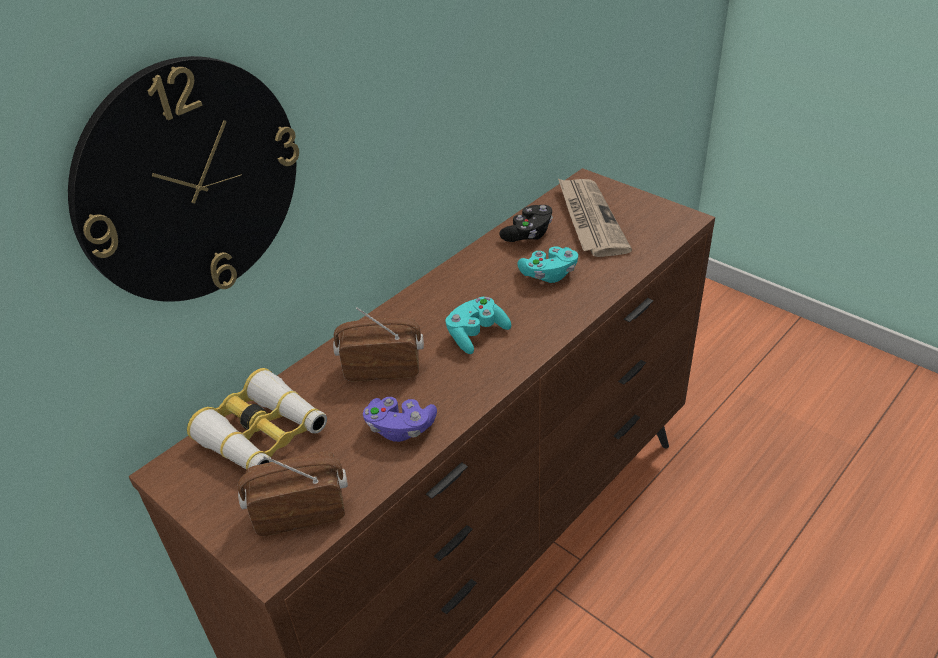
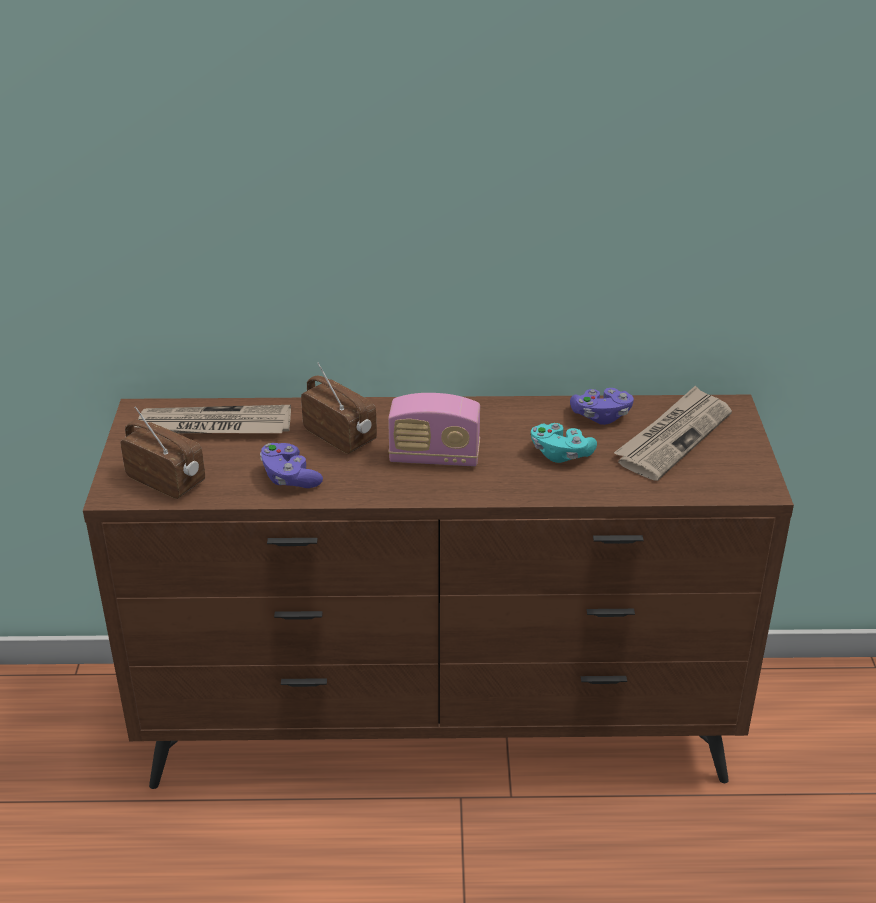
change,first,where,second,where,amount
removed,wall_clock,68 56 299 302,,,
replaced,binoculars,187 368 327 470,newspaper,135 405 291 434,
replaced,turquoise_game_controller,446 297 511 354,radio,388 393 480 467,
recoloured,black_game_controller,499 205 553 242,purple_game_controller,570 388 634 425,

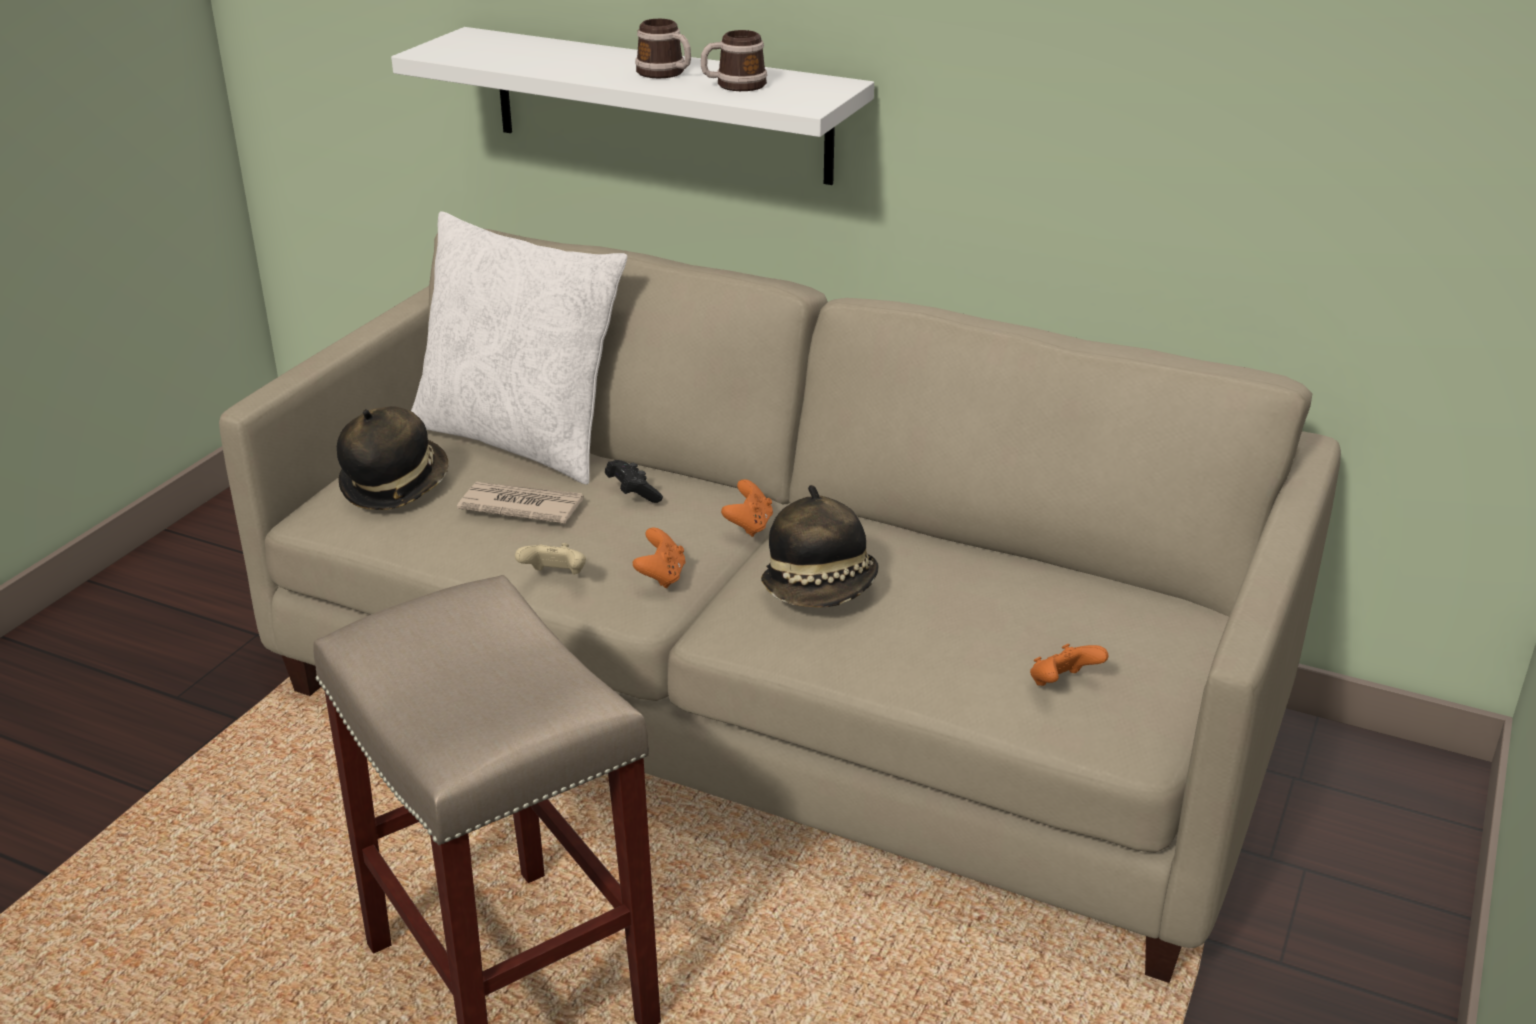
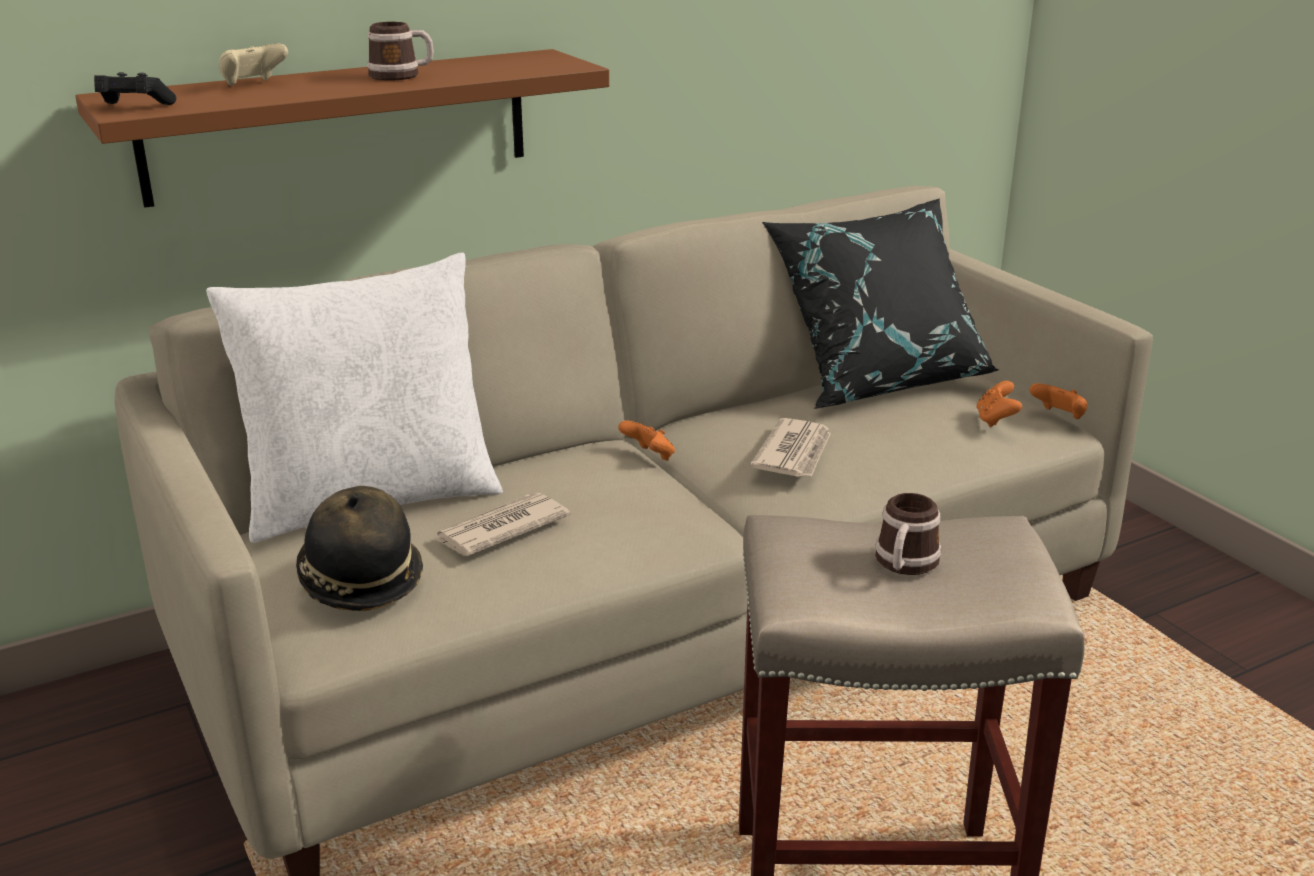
change,first,where,second,where,amount
recoloured,white_shelf,391 27 874 185,brown_shelf,75 49 609 208,
moved,beige_game_controller,515 543 586 574,,219 43 288 86,
moved,black_game_controller,605 460 663 503,,94 72 176 105,
moved,orange_game_controller,633 527 685 588,,1029 383 1088 419,
moved,mug,701 30 767 91,,875 493 941 575,
replaced,hat,761 485 879 607,newspaper,750 418 831 477,
added,,,black_pillow,762 198 999 409,

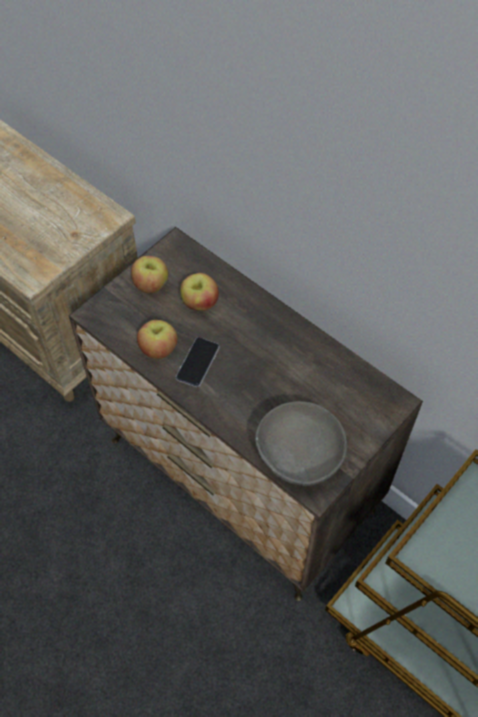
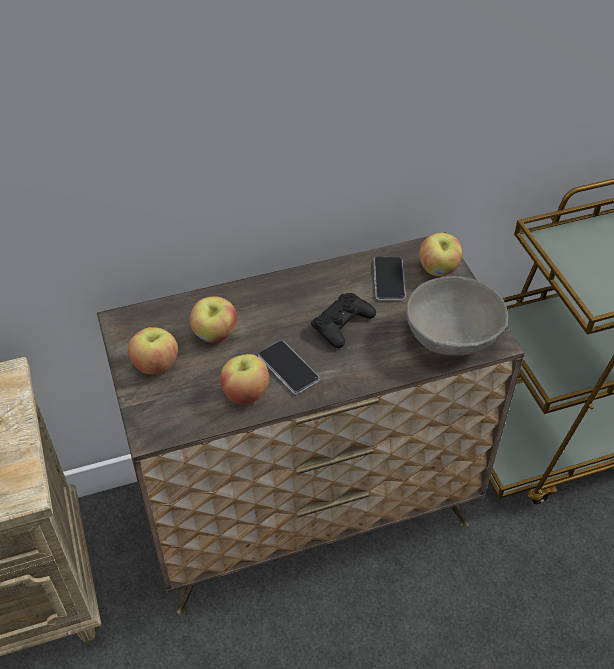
change,first,where,second,where,amount
added,,,black_game_controller,311 293 376 348,
added,,,phone,374 257 406 300,
added,,,apple,419 233 463 276,

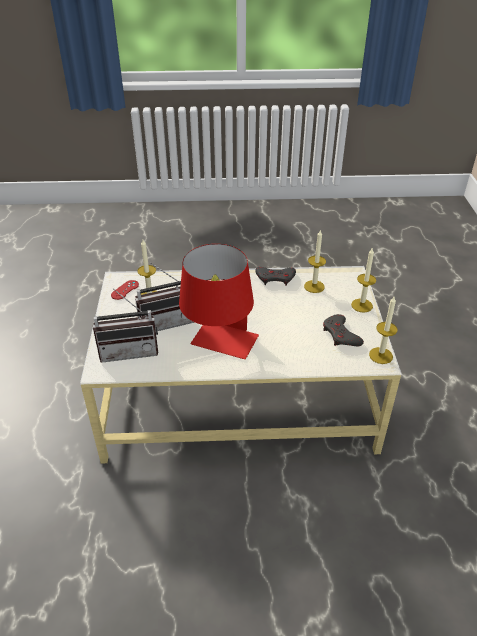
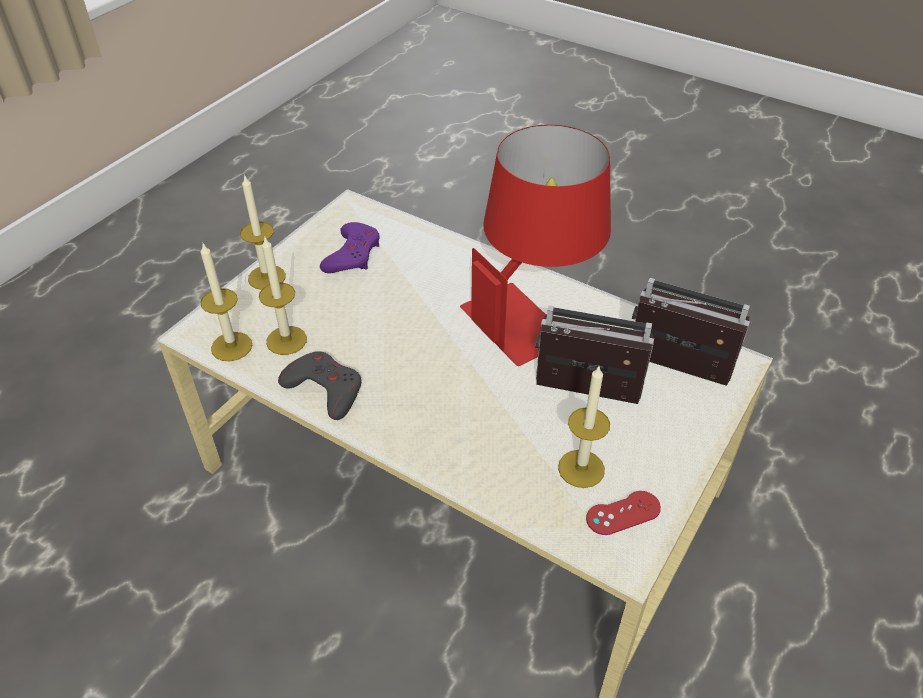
change,first,where,second,where,amount
recoloured,grey_game_controller,323 314 364 346,purple_game_controller,320 222 380 273,
moved,candle,369 297 398 364,,200 242 252 361,

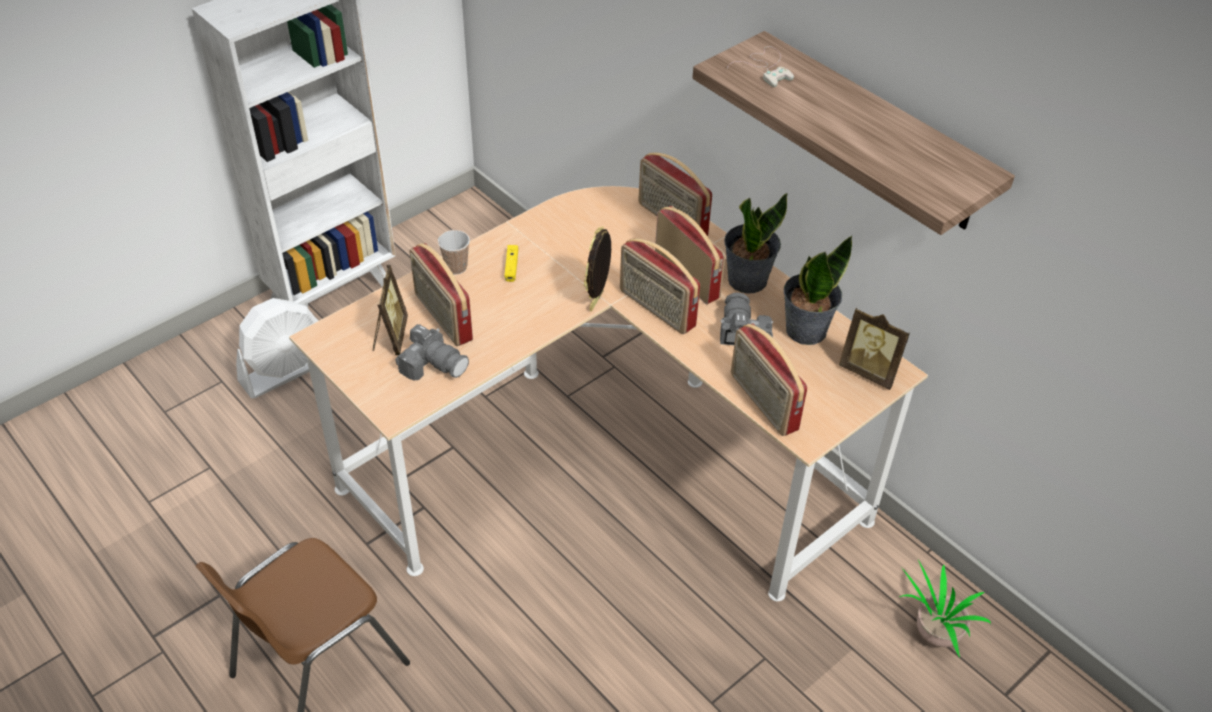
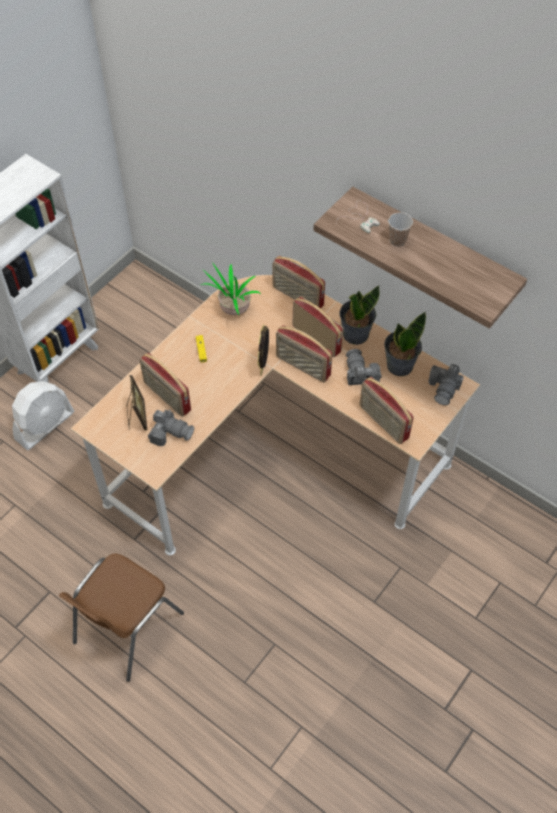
change,first,where,second,where,amount
moved,cup,438 230 470 274,,388 212 413 247,
replaced,picture_frame,839 308 910 390,photo_camera,428 364 464 405,
moved,potted_plant,900 560 991 657,,201 262 261 315,

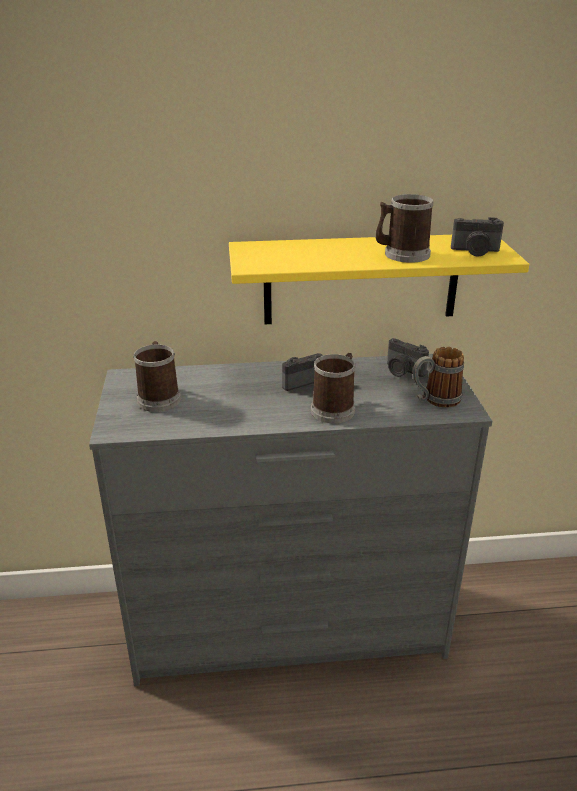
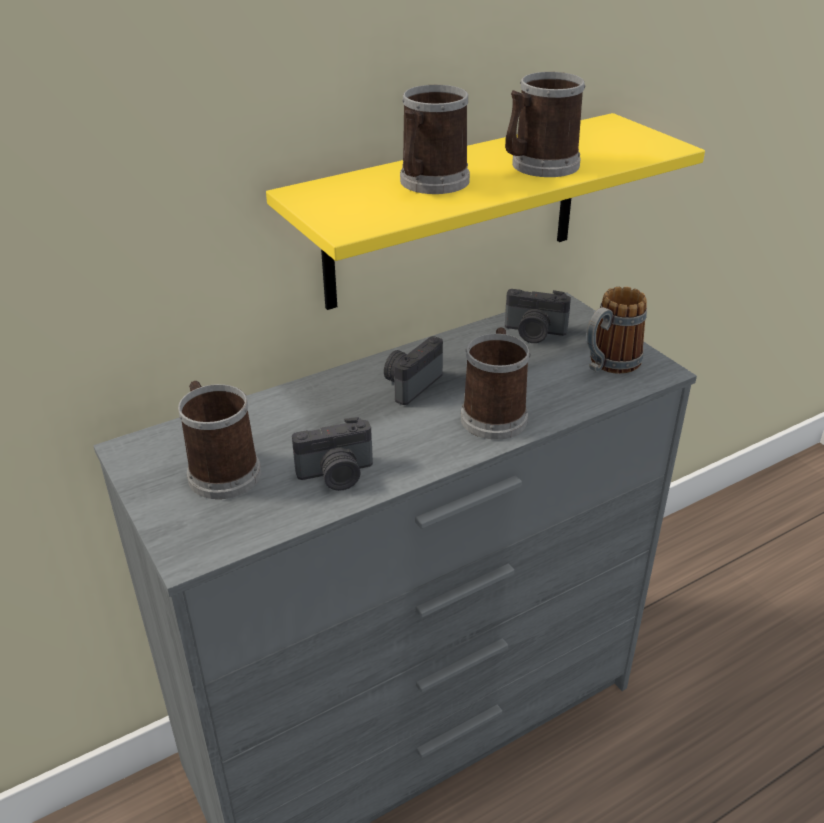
change,first,where,second,where,amount
moved,photo_camera,451 217 504 257,,292 417 373 491,
added,,,mug,400 85 470 194,

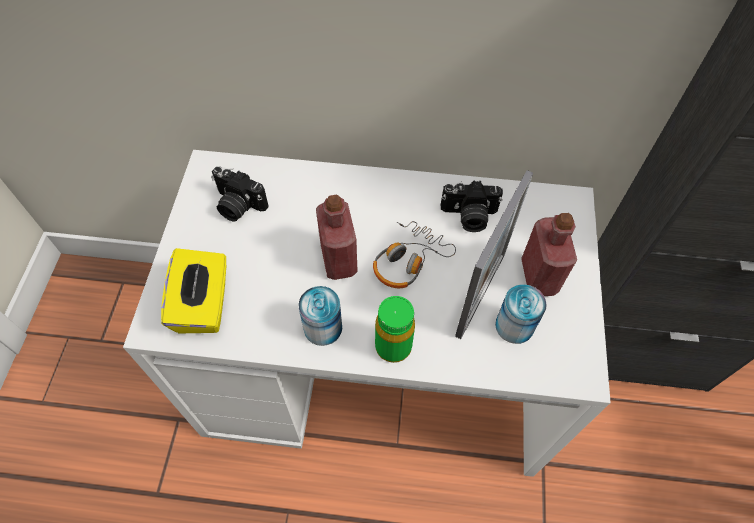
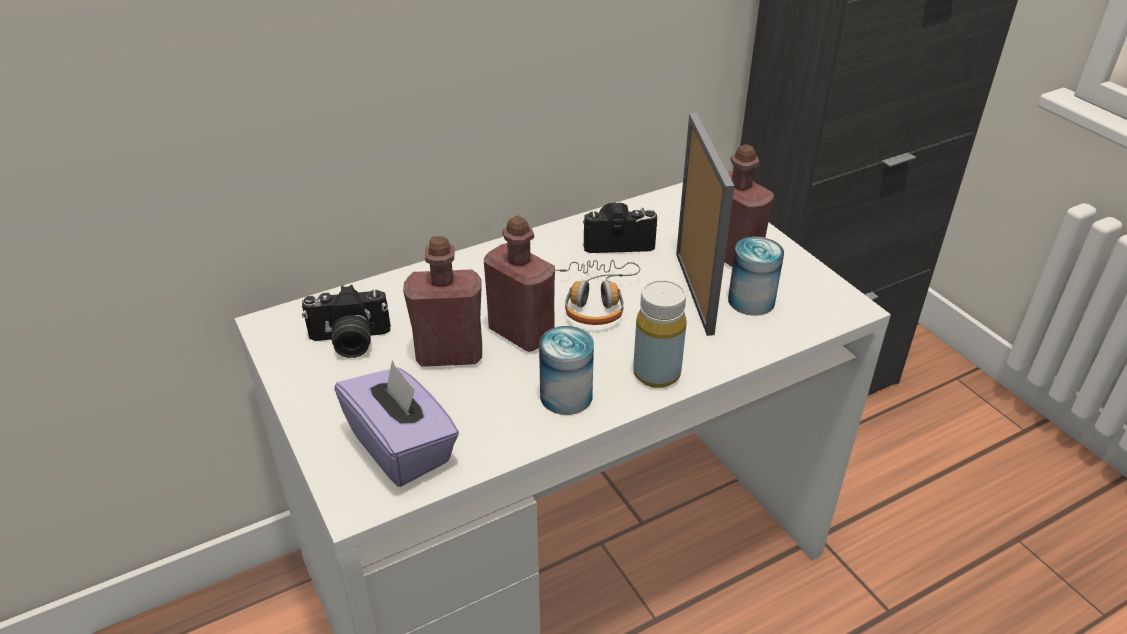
change,first,where,second,where,amount
recoloured,yellow_tissue_box,161 248 226 334,purple_tissue_box,334 360 459 487,
recoloured,green_bottle,375 296 415 363,yellow_bottle,633 280 687 388,
turned,photo_camera,440 180 503 232,,583 203 657 253,150 degrees counterclockwise
added,,,red_bottle,403 236 482 367,

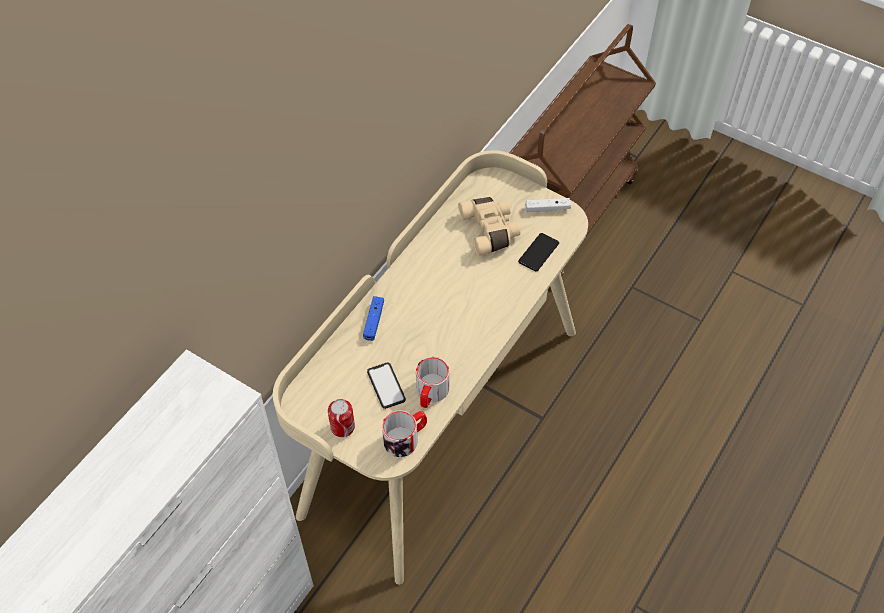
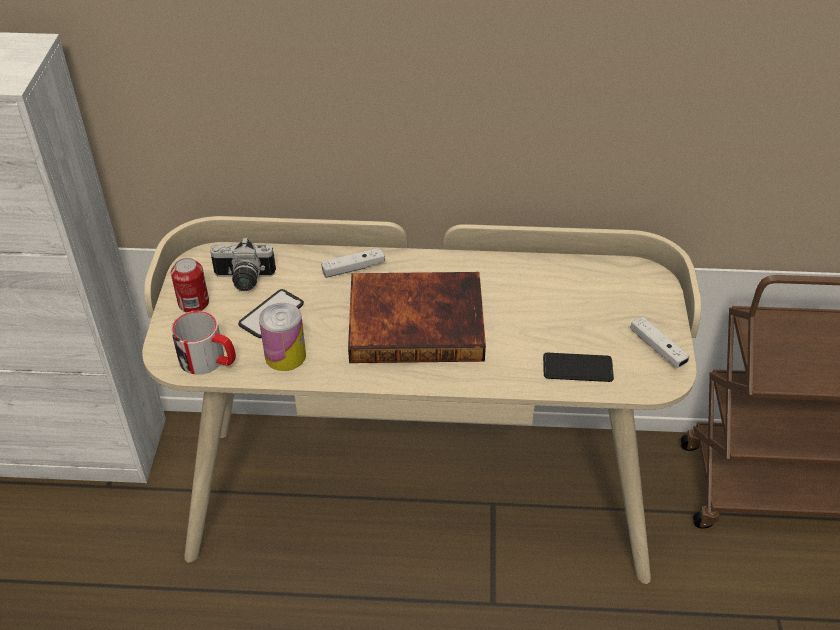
change,first,where,second,where,amount
recoloured,blue_game_controller,363 296 384 341,white_game_controller,321 248 385 278,
replaced,mug,416 357 450 408,can,259 303 306 371,
removed,beige_binoculars,458 197 520 256,,,
added,,,photo_camera,210 237 276 291,
added,,,book,348 272 486 363,

